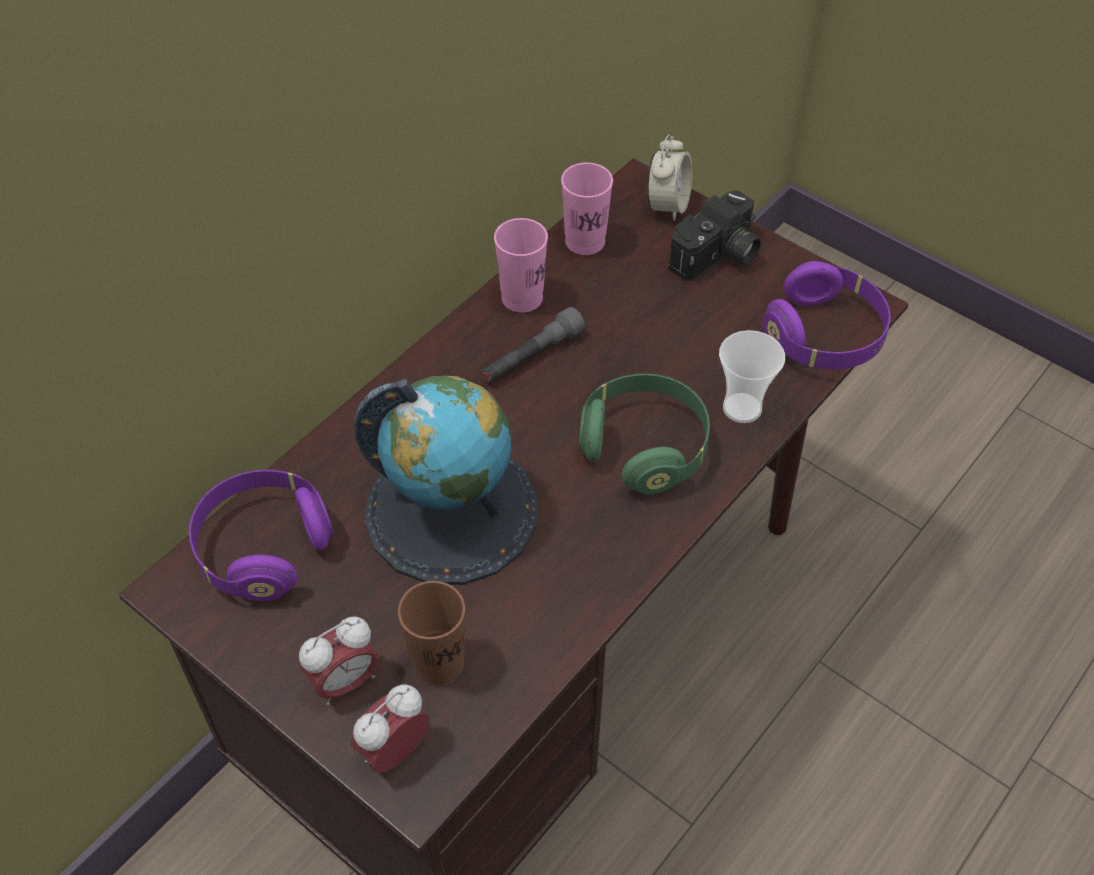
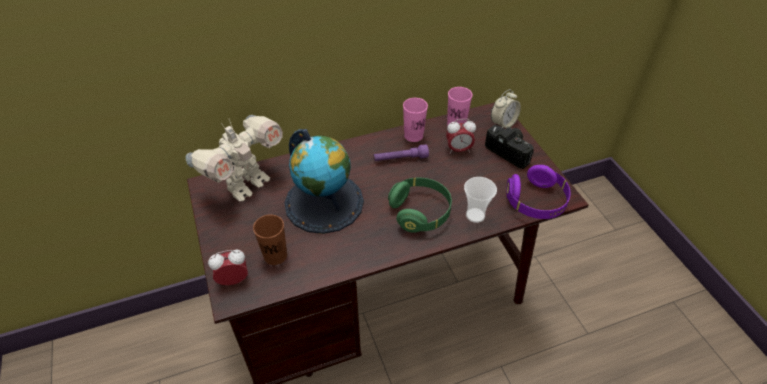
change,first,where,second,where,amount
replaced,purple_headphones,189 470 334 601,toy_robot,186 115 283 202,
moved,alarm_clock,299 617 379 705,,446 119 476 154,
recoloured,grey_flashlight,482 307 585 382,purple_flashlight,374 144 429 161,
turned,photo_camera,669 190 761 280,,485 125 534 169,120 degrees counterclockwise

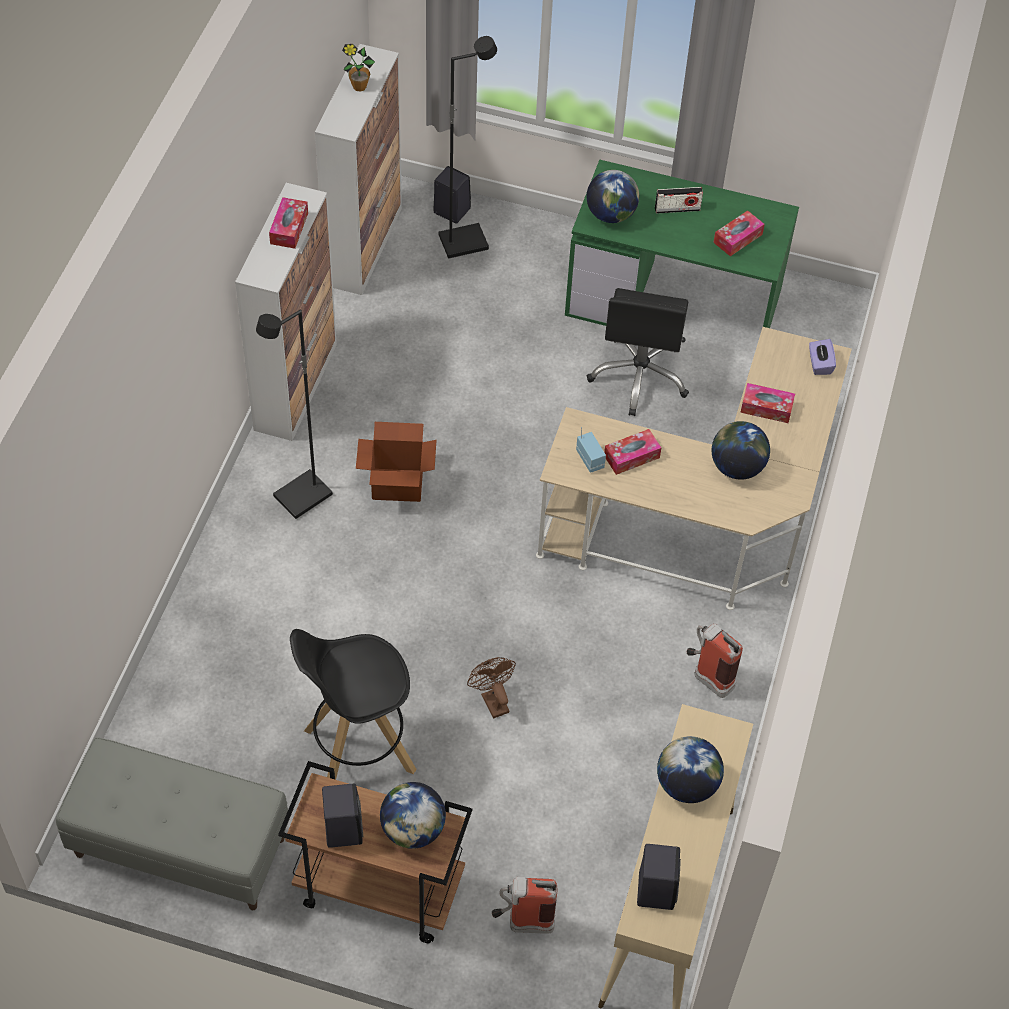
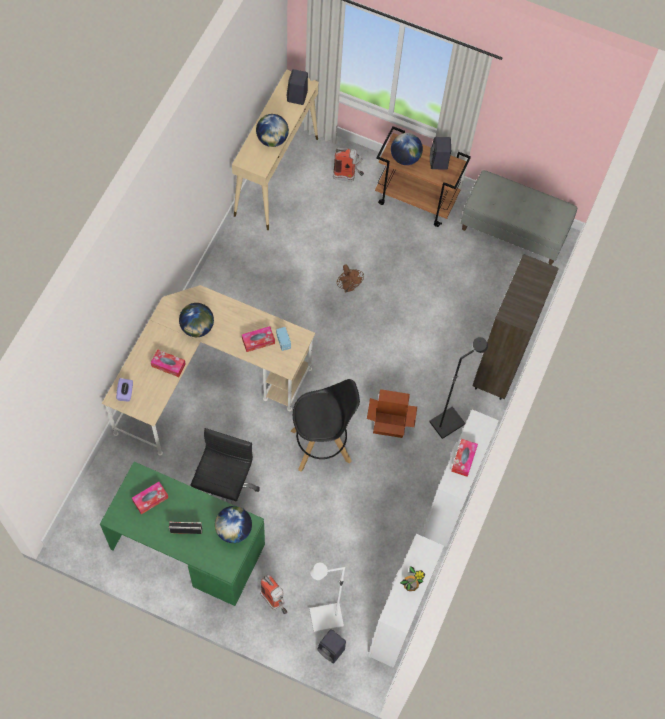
change,first,where,second,where,amount
moved,black_stool,290 629 417 780,,291 379 360 472,
recoloured,black_floor_lamp,439 36 497 258,white_floor_lamp,309 563 345 632,
moved,fire_extinguisher,687 624 743 698,,260 575 287 614,
added,,,brown_bookcase,472 254 559 400,

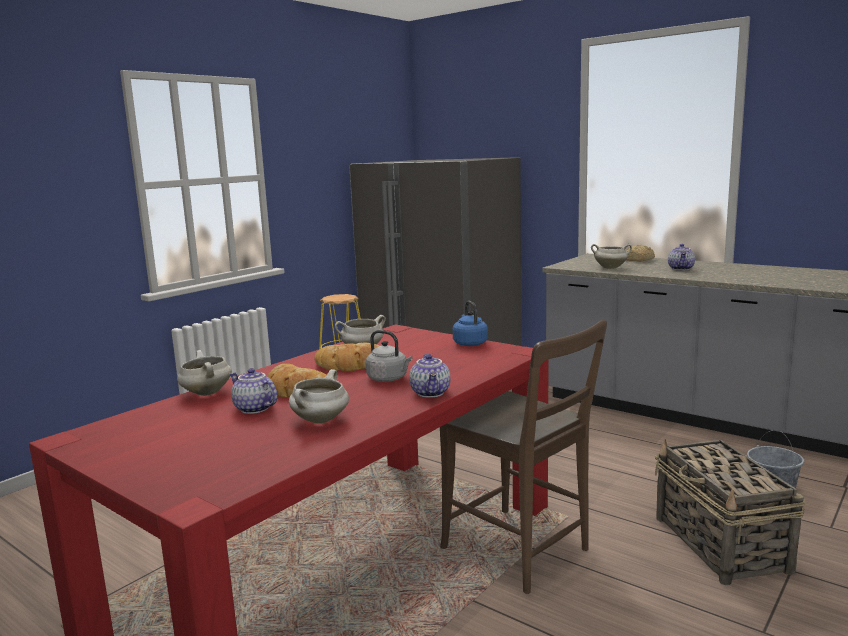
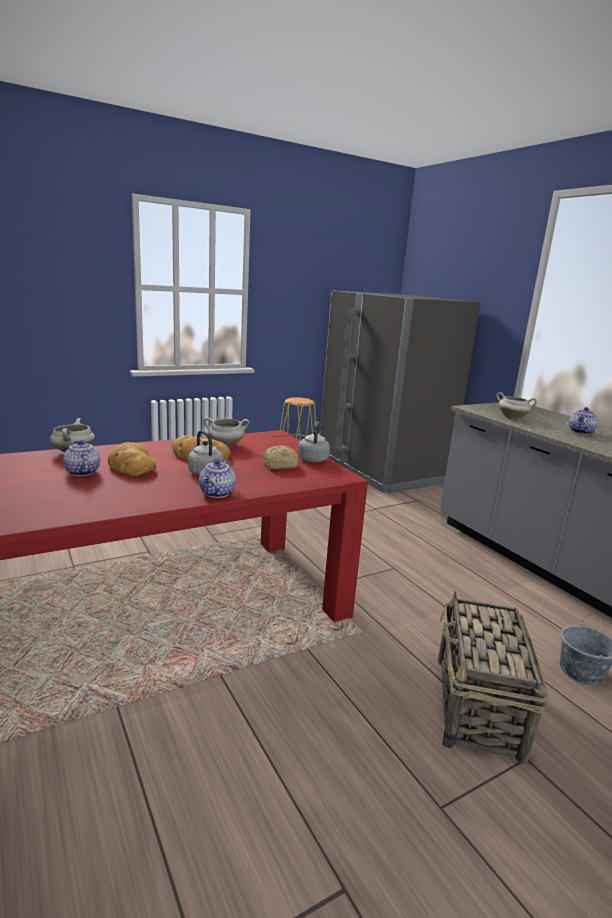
change,first,where,second,where,amount
removed,white_cooking_pot,289 369 349 424,,,
removed,brown_chair,440 320 607 594,,,
recoloured,blue_kettle,453 301 488 346,grey_kettle,298 421 330 462,
moved,bread,626 245 655 262,,262 445 299 469,

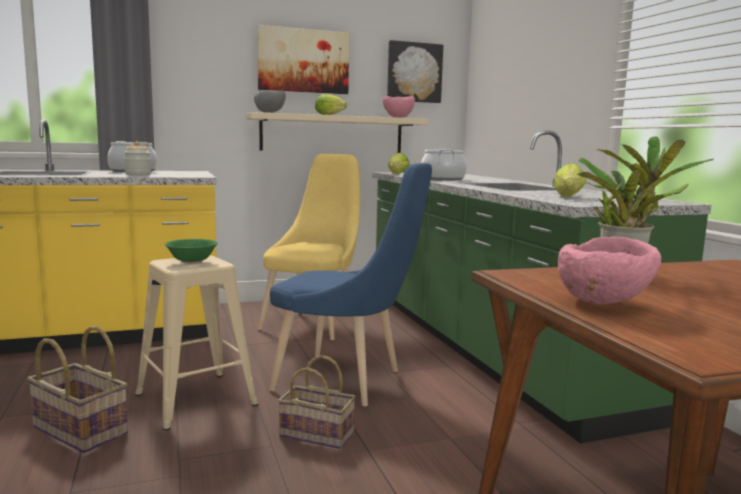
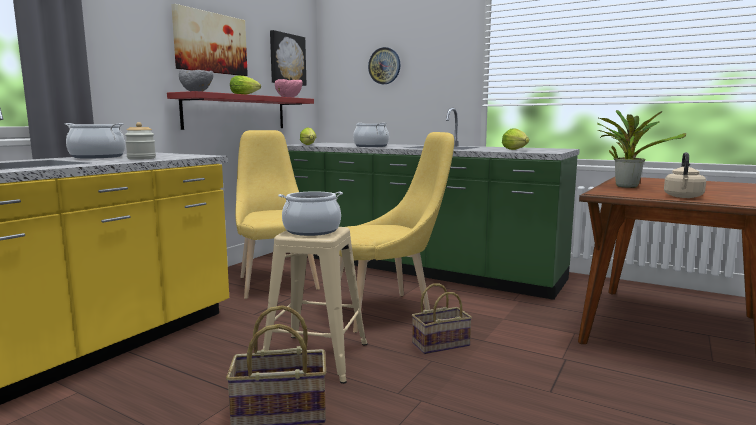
change,first,where,second,where,amount
replaced,green_bowl,164 239 218 264,cooking_pot,278 191 343 236,
recoloured,beige_shelf,246 112 428 153,red_shelf,167 91 314 130,
recoloured,blue_chair,269 163 432 407,yellow_chair,339 132 454 333,
replaced,pink_bowl,558 236 661 305,beige_kettle,664 152 706 198,
added,,,wall_clock,368 47 400 84,

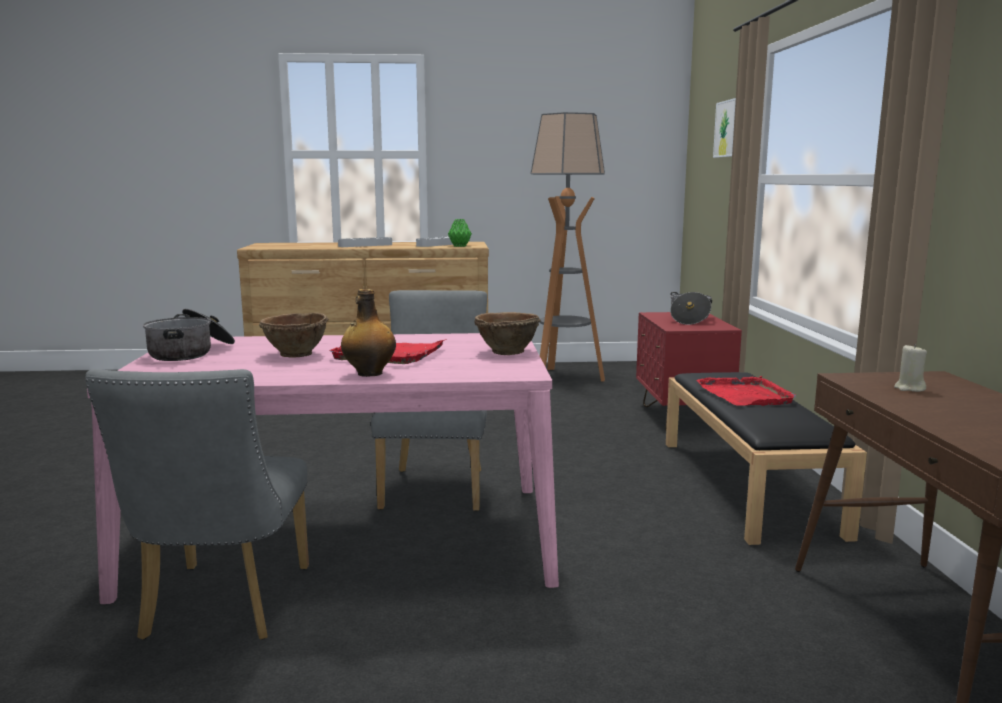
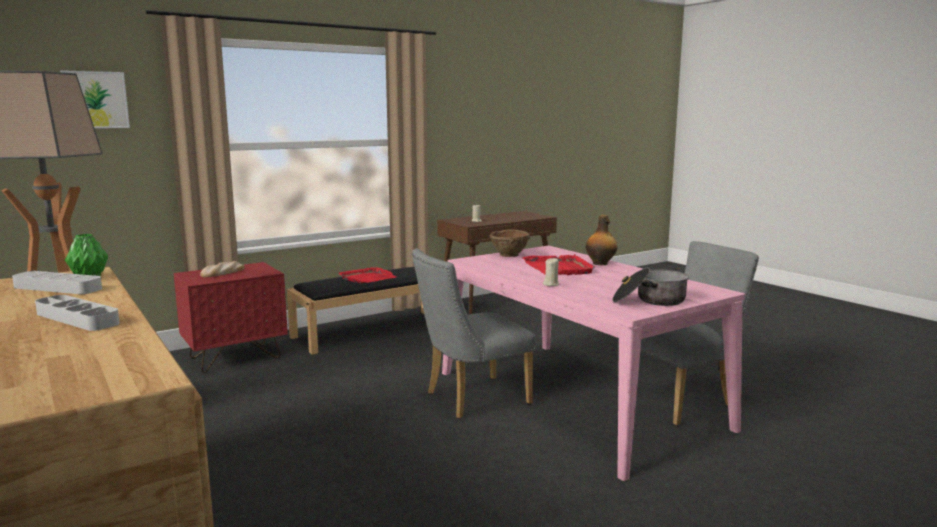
change,first,where,second,where,amount
removed,brown_bowl,259 312 329 357,,,
replaced,cooking_pot,670 292 712 325,bread,200 261 245 277,
added,,,beige_candle,543 258 559 286,

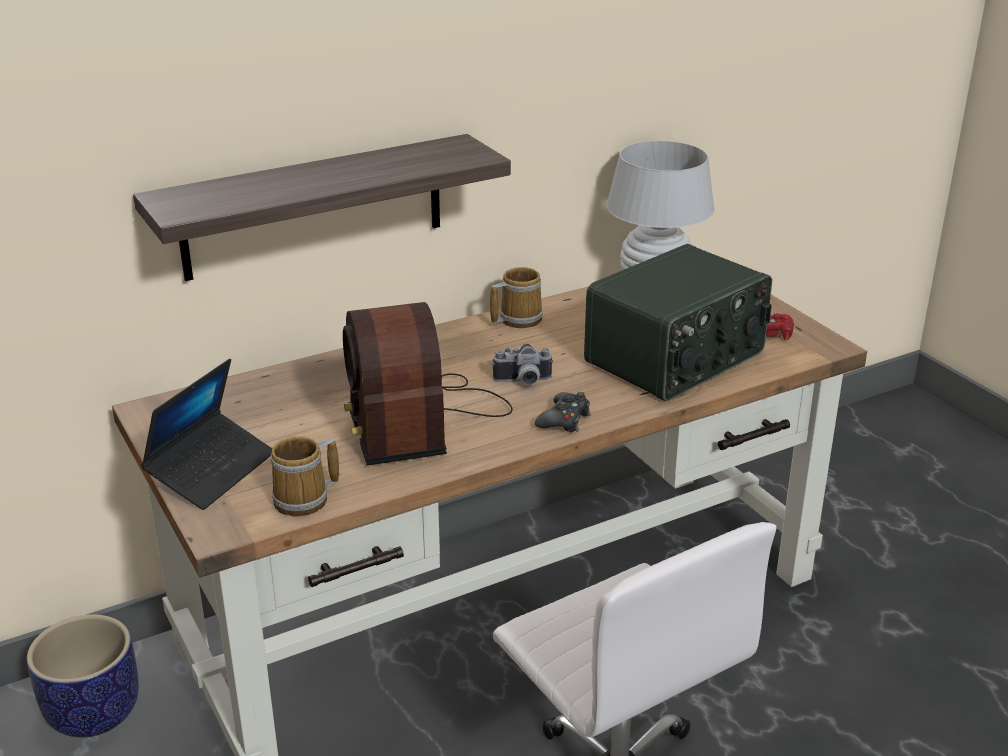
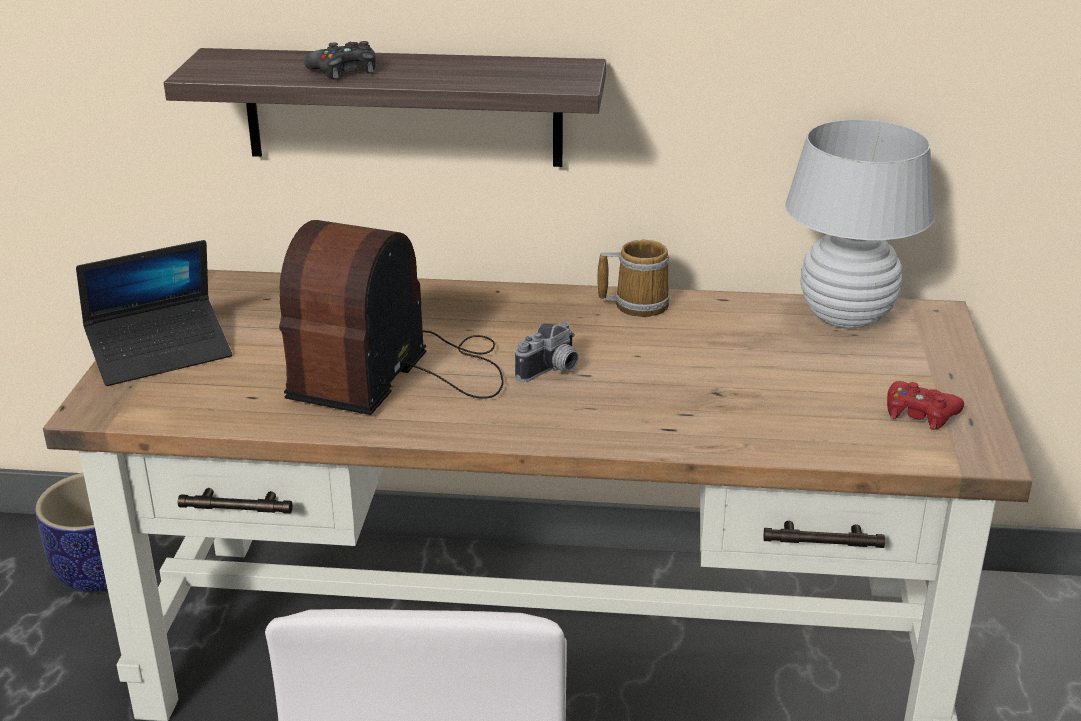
change,first,where,second,where,amount
removed,mug,270 436 339 516,,,
turned,photo_camera,492 344 554 385,,515 322 578 382,75 degrees counterclockwise
moved,black_game_controller,535 392 591 432,,304 41 376 79,
removed,radio,584 244 772 401,,,

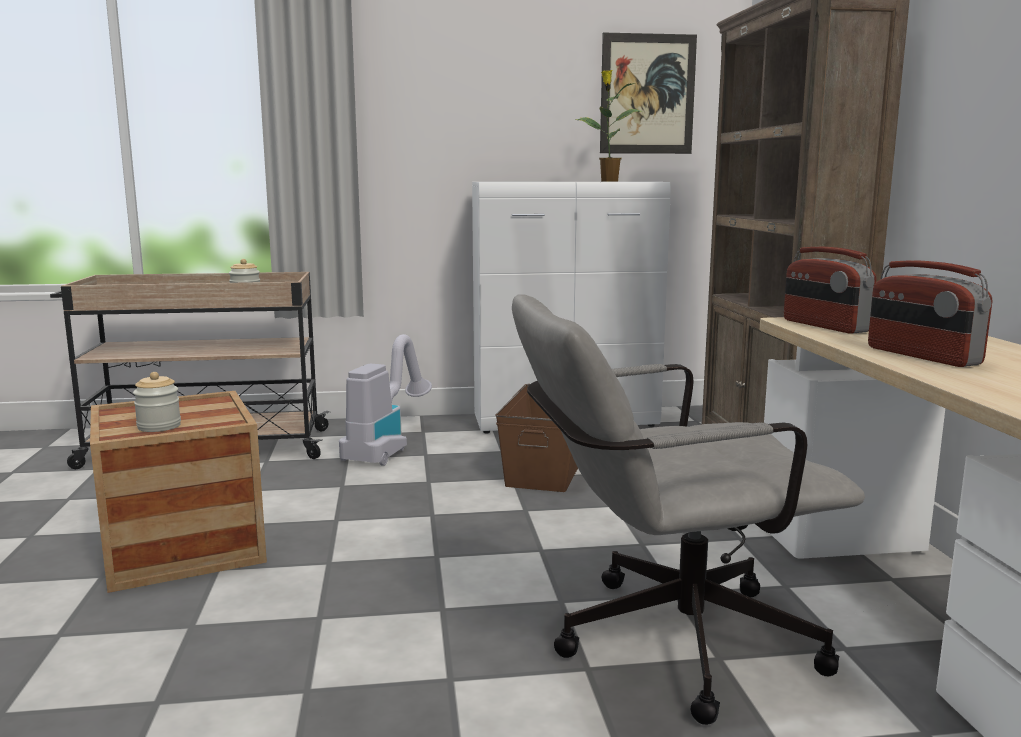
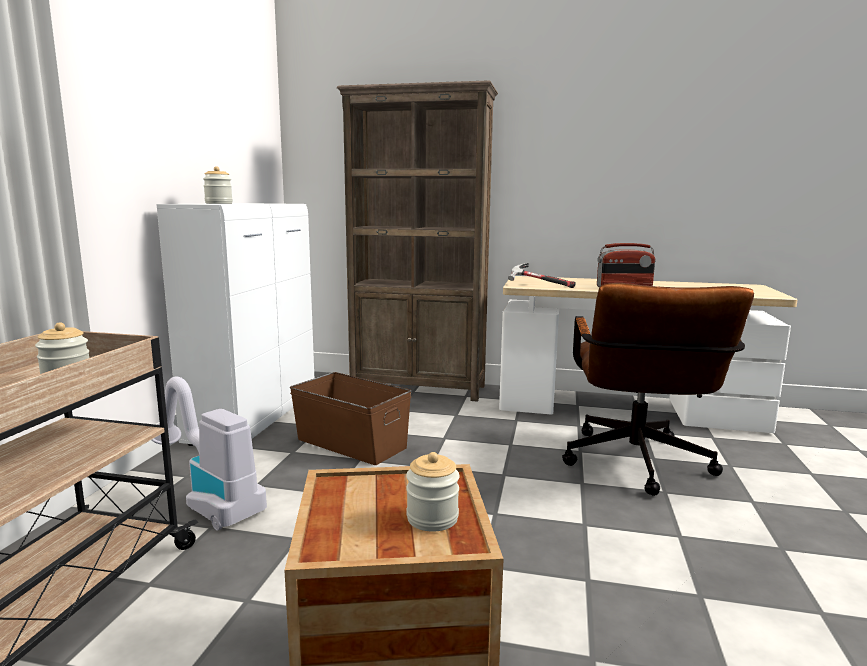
change,first,where,second,where,amount
recoloured,grey_office_chair,512 295 865 725,brown_office_chair,562 283 754 496,
removed,potted_plant,575 70 642 181,,,
removed,picture,600 33 697 154,,,
replaced,radio,784 247 877 334,hammer,508 263 576 288,
added,,,jar,203 166 233 204,

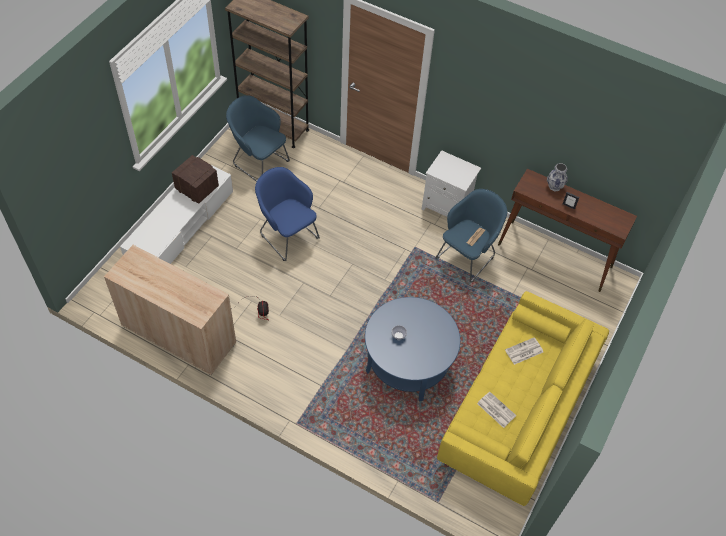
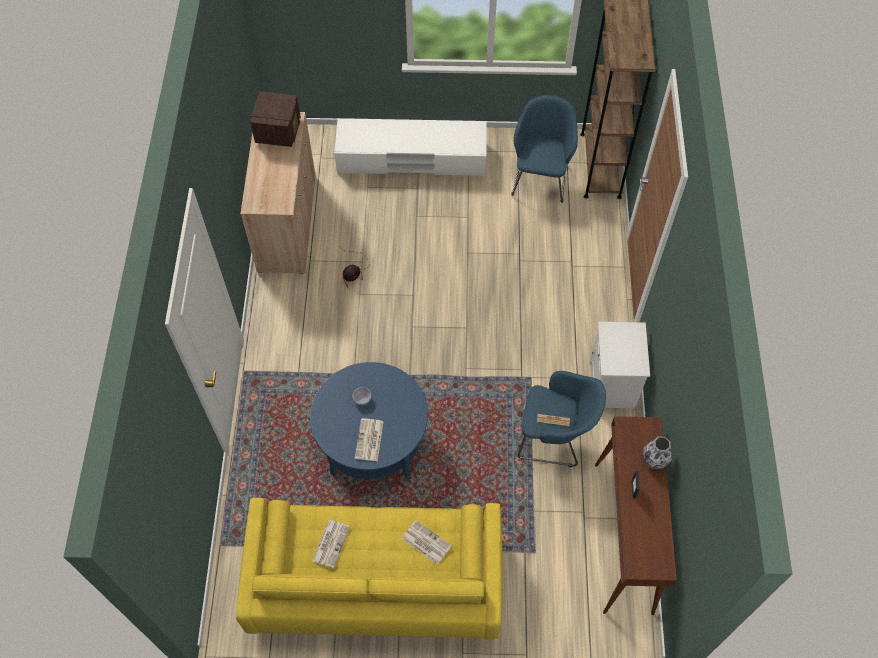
change,first,where,second,where,amount
moved,radio,172 155 219 204,,250 91 301 147,
removed,blue_armchair,255 167 320 261,,,
added,,,newspaper,355 418 383 461,

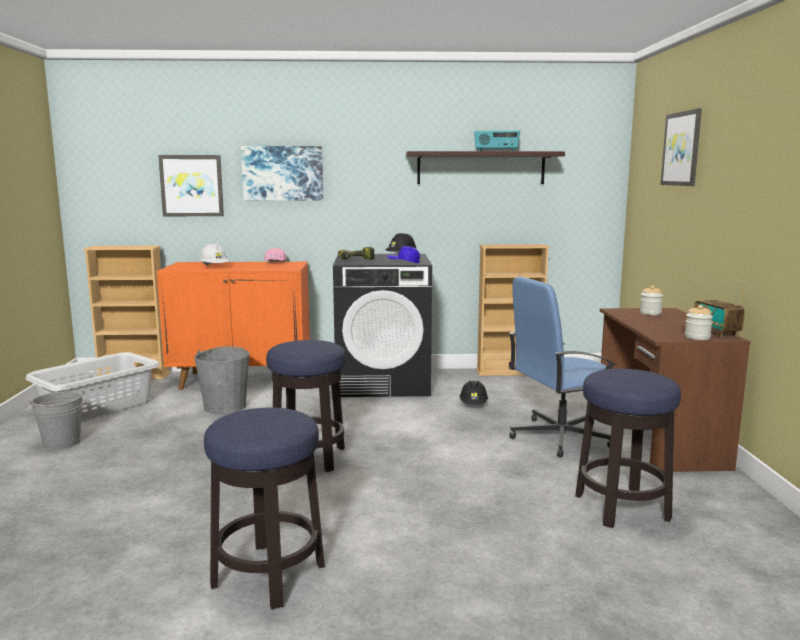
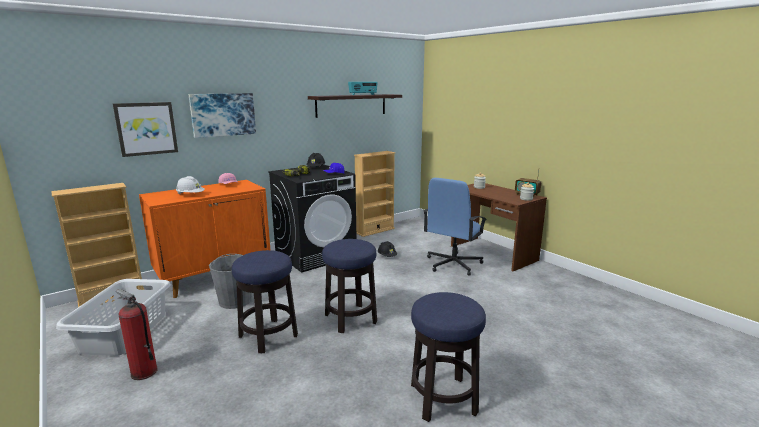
change,first,where,second,where,amount
replaced,grey_bucket,27 391 85 450,fire_extinguisher,116 289 158 380,
moved,stool,575 369 681 528,,232 250 298 353,
removed,picture,660 108 702 186,,,

